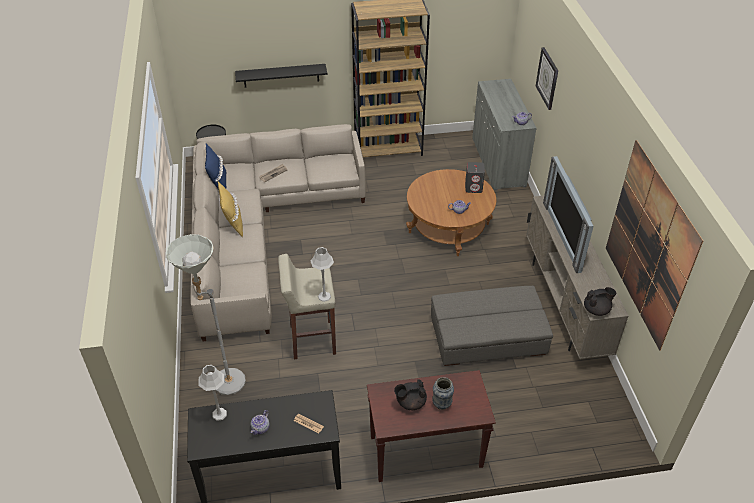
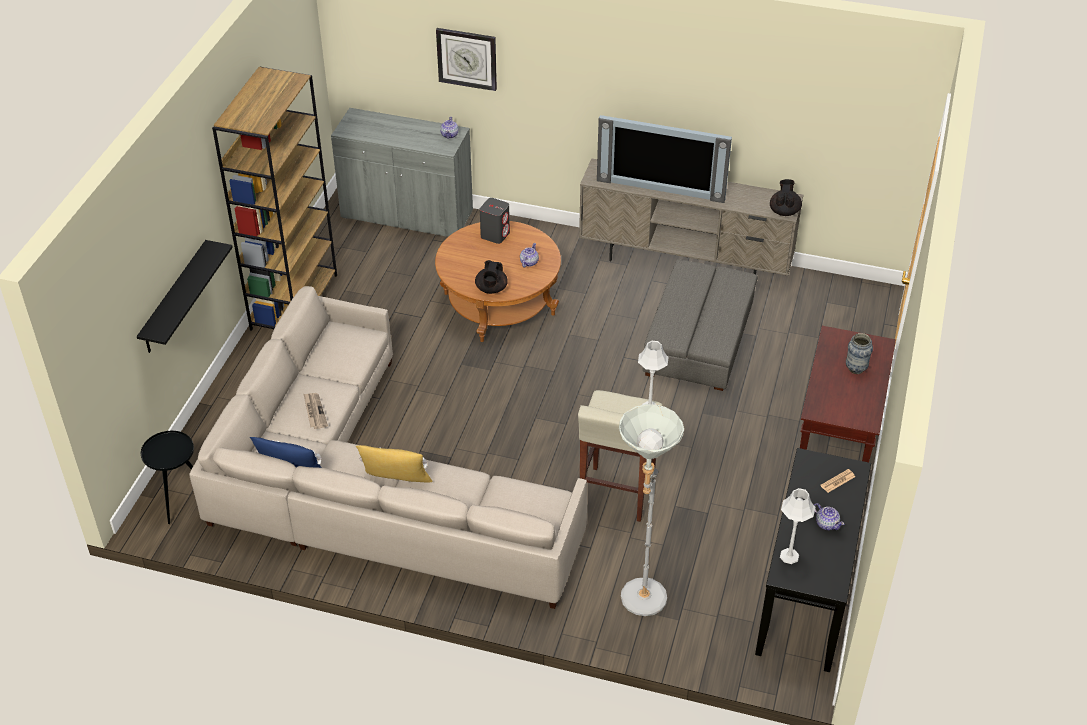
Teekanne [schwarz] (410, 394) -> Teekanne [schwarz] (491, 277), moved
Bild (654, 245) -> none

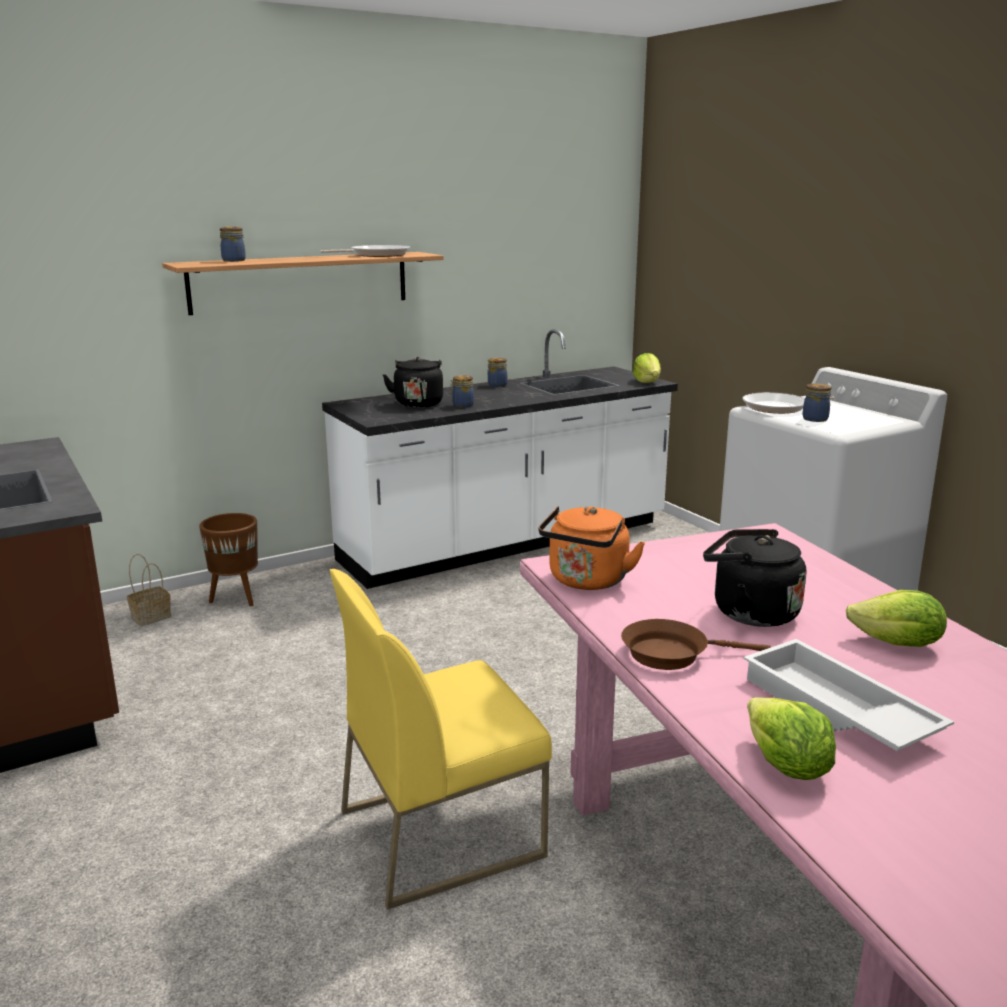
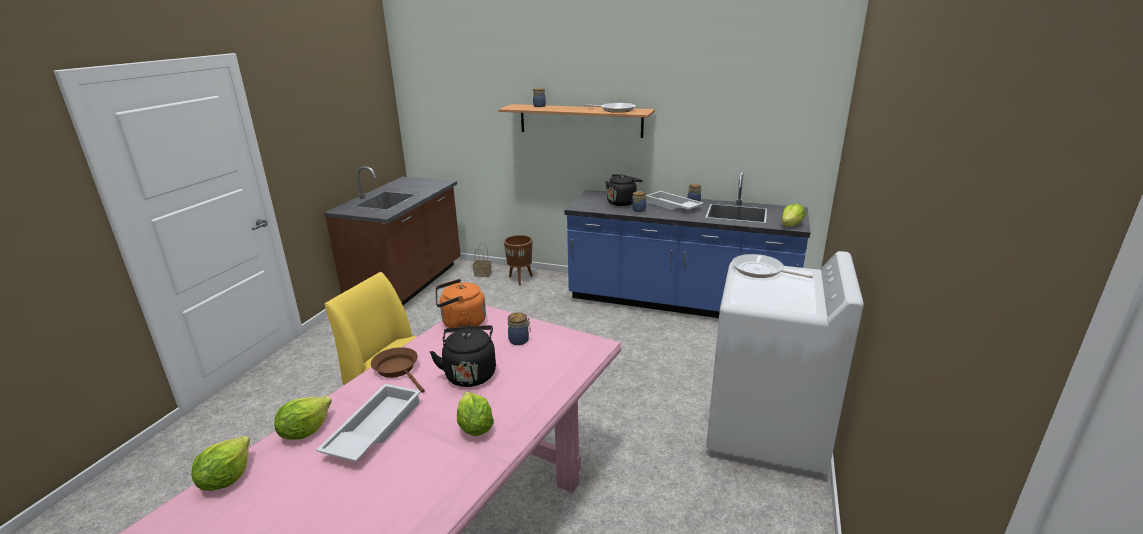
none -> Salatkopf (220, 463)
Vorratsglas (817, 402) -> Vorratsglas (519, 328), moved
Küchenzeile [weiß] (500, 459) -> Küchenzeile [blau] (687, 245)
none -> Tablett [weiß] (674, 200)

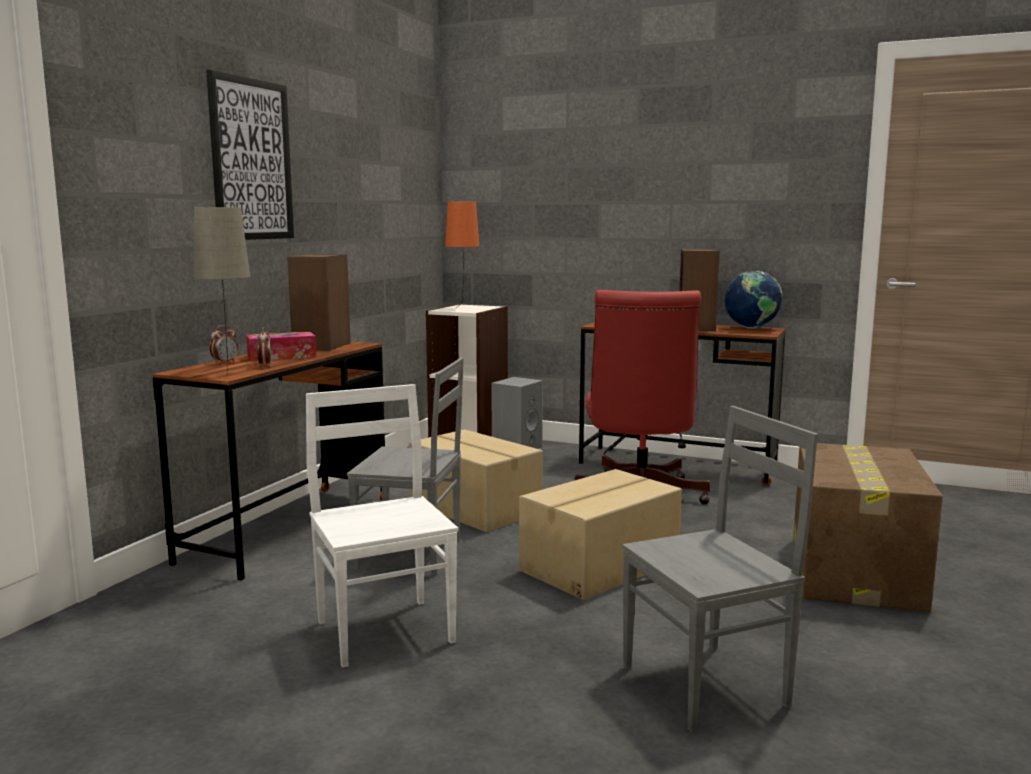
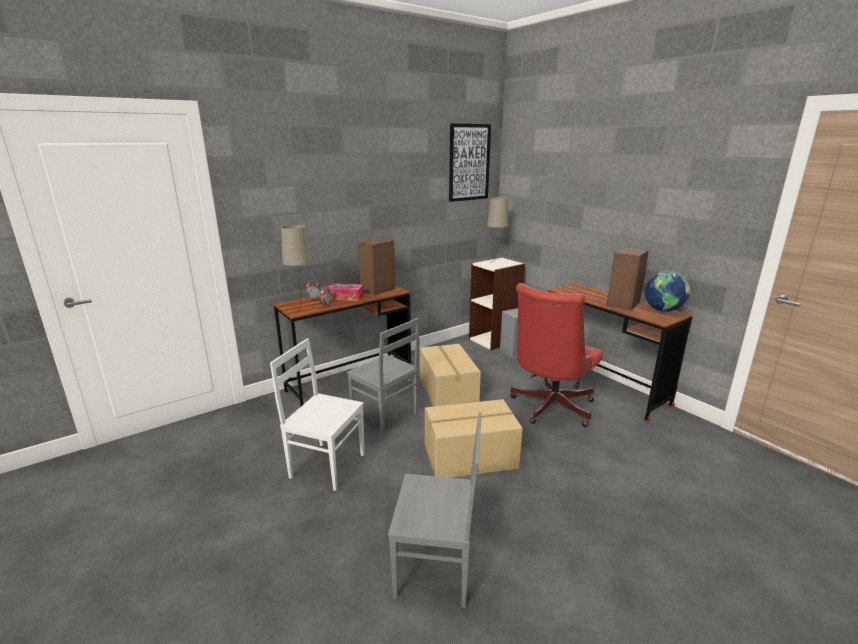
Stuhl [weiß] (382, 526) -> Stuhl [weiß] (317, 414), 75 degrees counterclockwise
Bild (250, 155) -> Bild (470, 162), moved
Tischlampe [orange] (462, 255) -> Tischlampe [beige] (497, 229)
Karton (868, 527) -> none

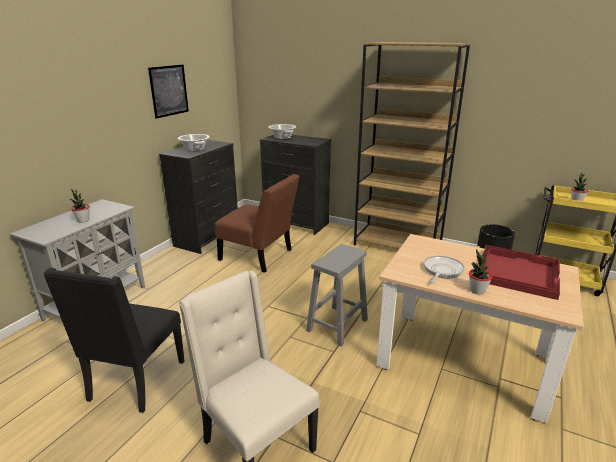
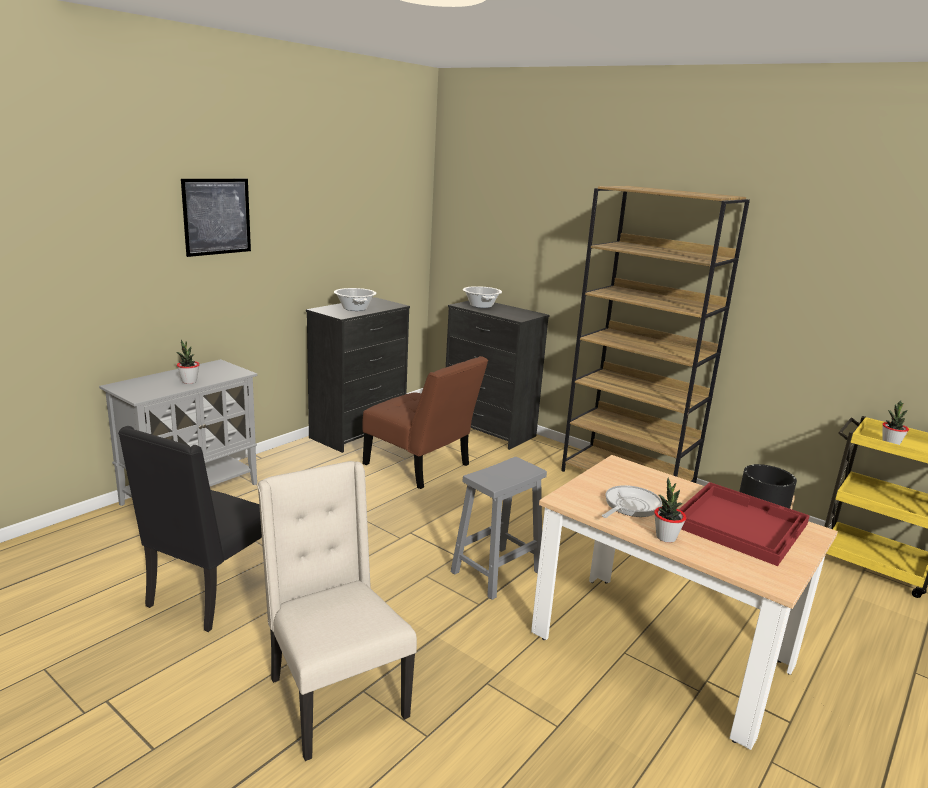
Bild (168, 91) -> Bild (216, 218), moved

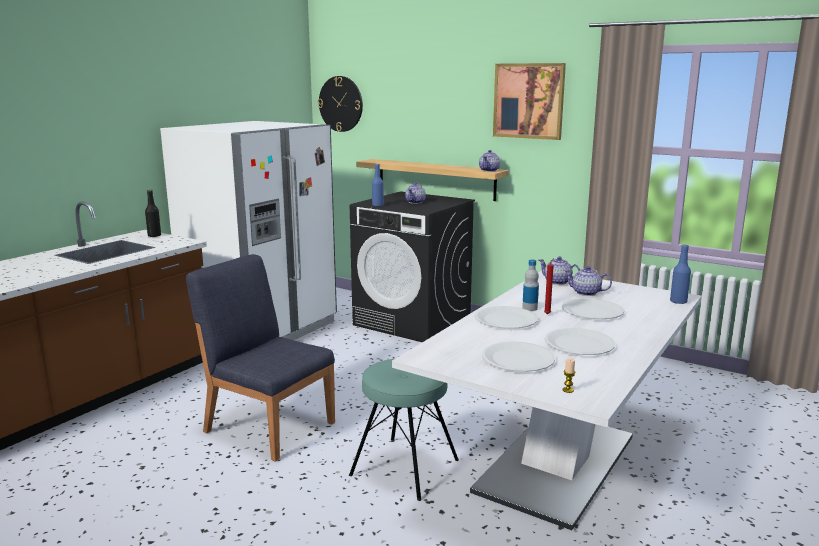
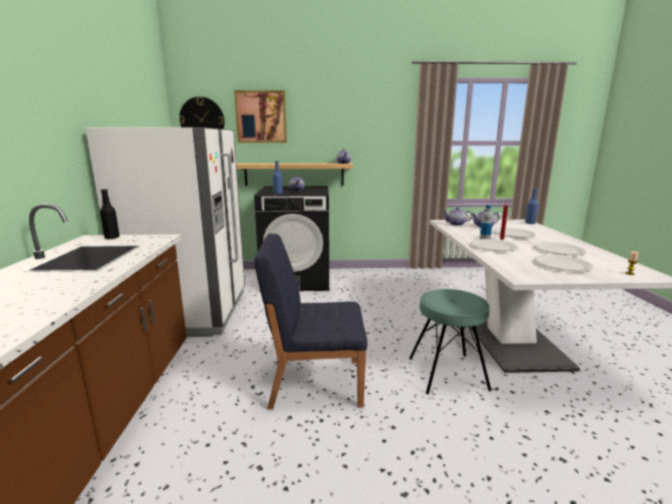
Bild (529, 101) -> Bild (260, 116), moved

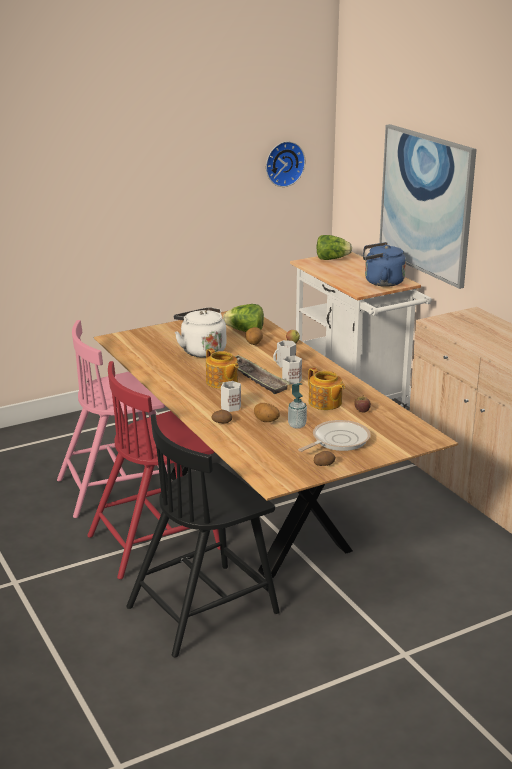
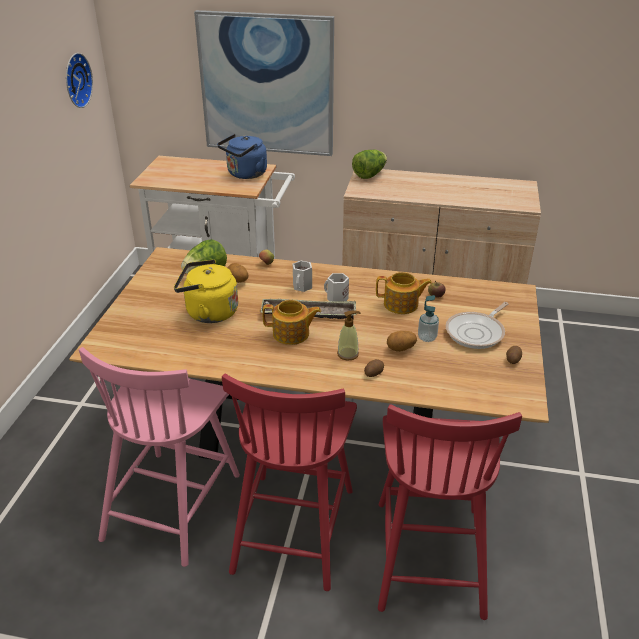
Wasserkessel [weiß] (200, 332) -> Wasserkessel [gelb] (206, 291)
Henkelbecher [weiß] (231, 396) -> Seifenspender (349, 335)
Salatkopf (334, 247) -> Salatkopf (369, 164), moved
Stuhl [schwarz] (203, 535) -> Stuhl [rot] (450, 512)
Pfanne (334, 436) -> Pfanne (477, 325), 135 degrees counterclockwise

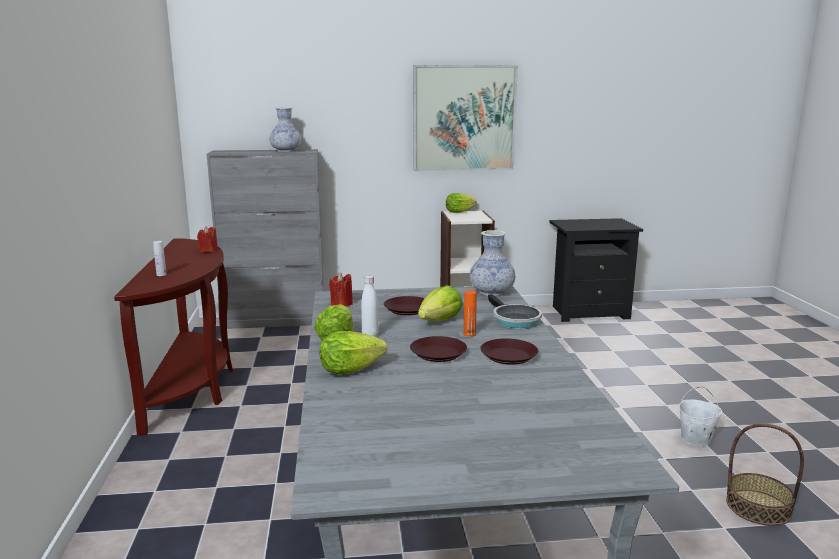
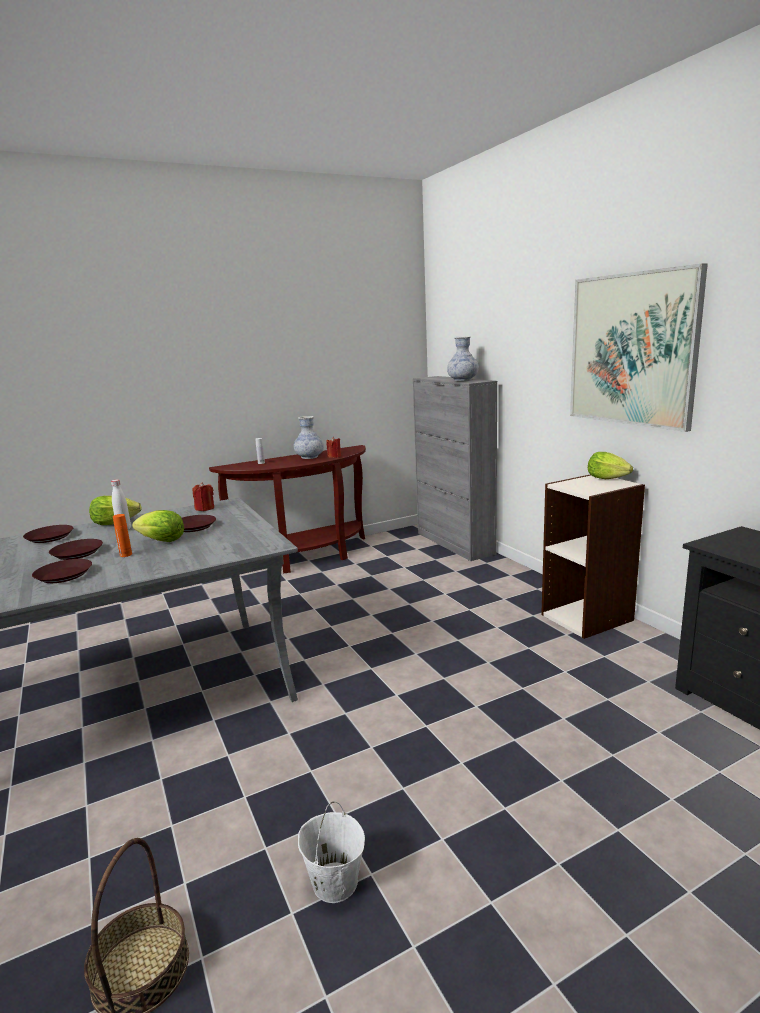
Salatkopf (353, 353) -> Teller [braun] (48, 534)
Vase (492, 263) -> Vase (309, 437), moved
Pfanne (515, 311) -> none

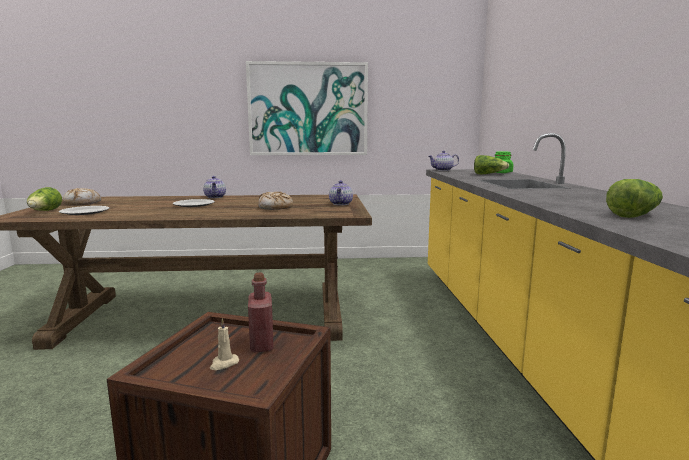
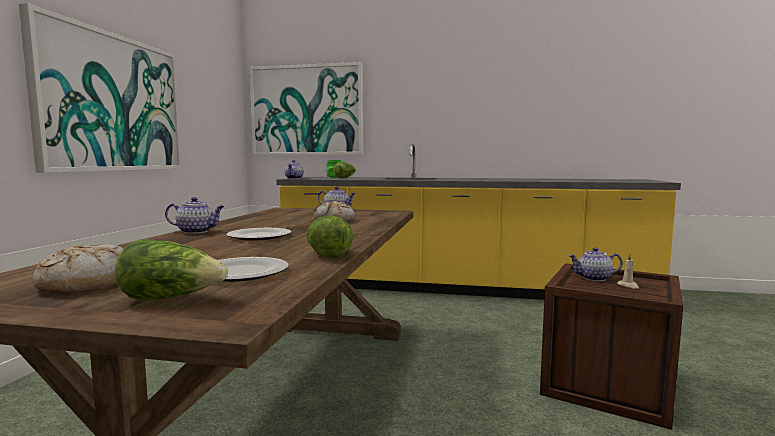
none -> Bild (306, 108)
Salatkopf (634, 198) -> Salatkopf (330, 237), moved
Flasche [rot] (261, 312) -> Teekanne (595, 264)

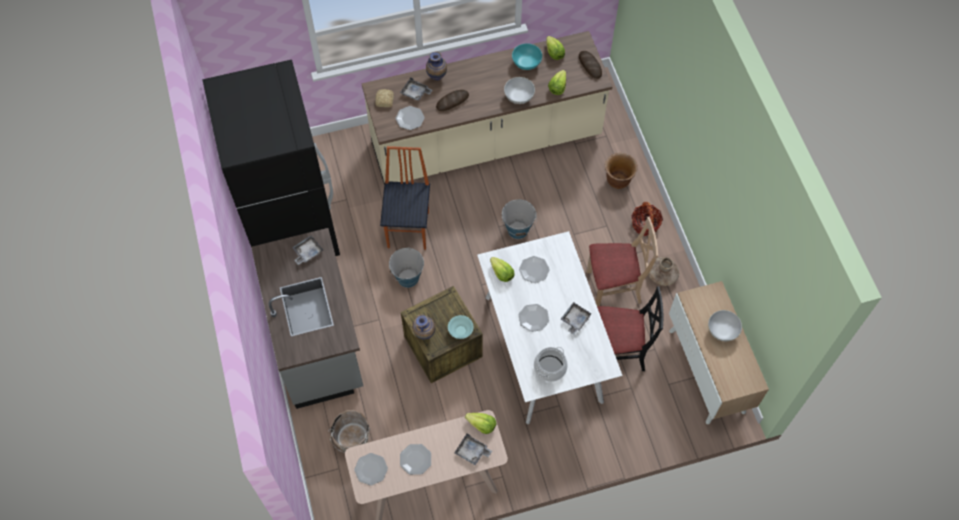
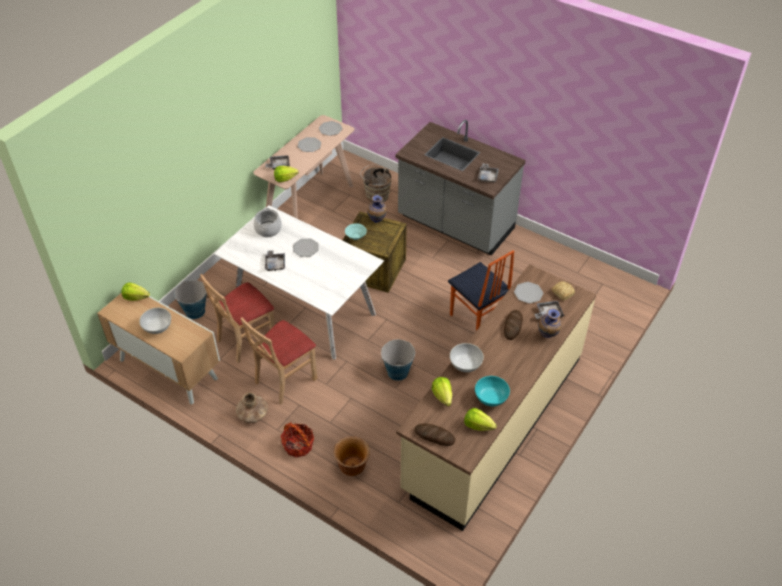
Salatkopf (502, 269) -> Salatkopf (135, 292), moved
Eimer (406, 267) -> Eimer (191, 299), moved
Stuhl [schwarz] (630, 328) -> Stuhl [beige] (237, 318)
Kühlschrank [schwarz] (271, 158) -> none
Teller (534, 269) -> none

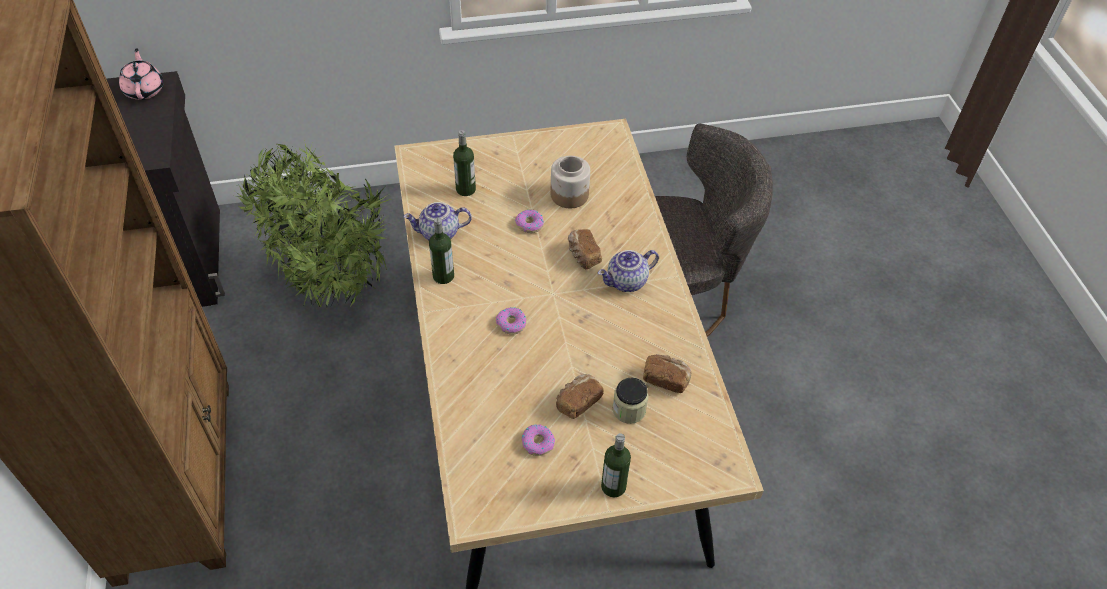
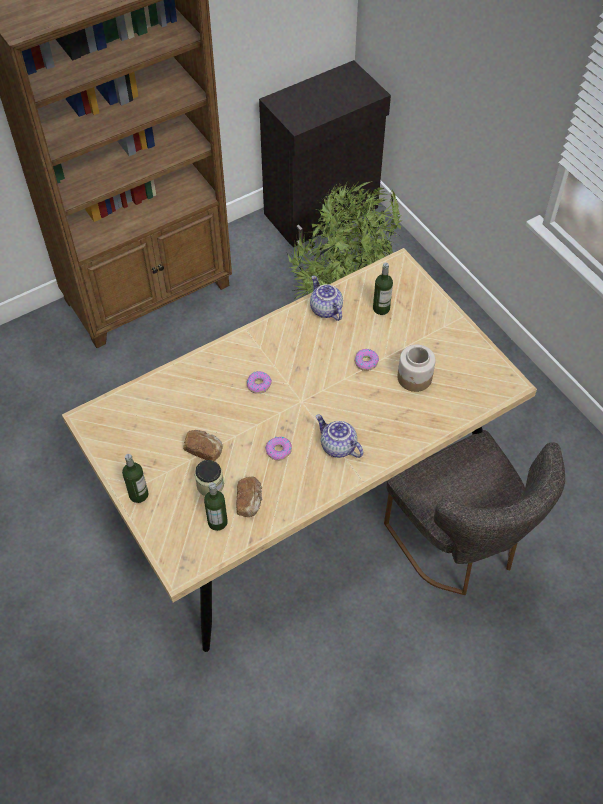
Flasche (441, 251) -> Flasche (216, 506), moved
Donut (538, 440) -> Donut (278, 449), moved
Teekanne [rosa] (141, 74) -> none
Brot (585, 249) -> none

